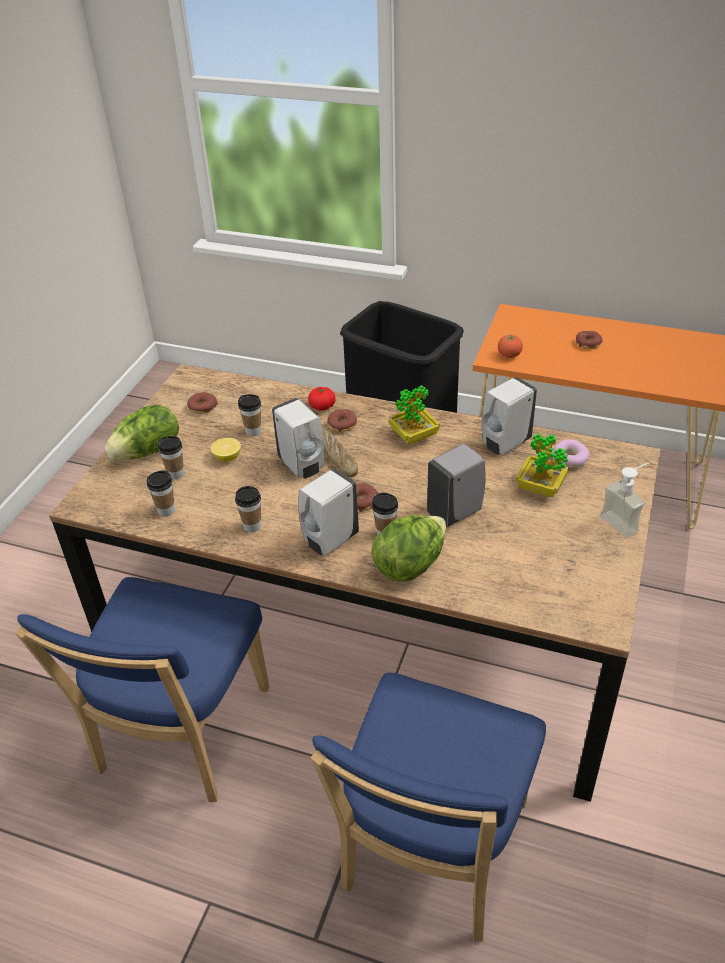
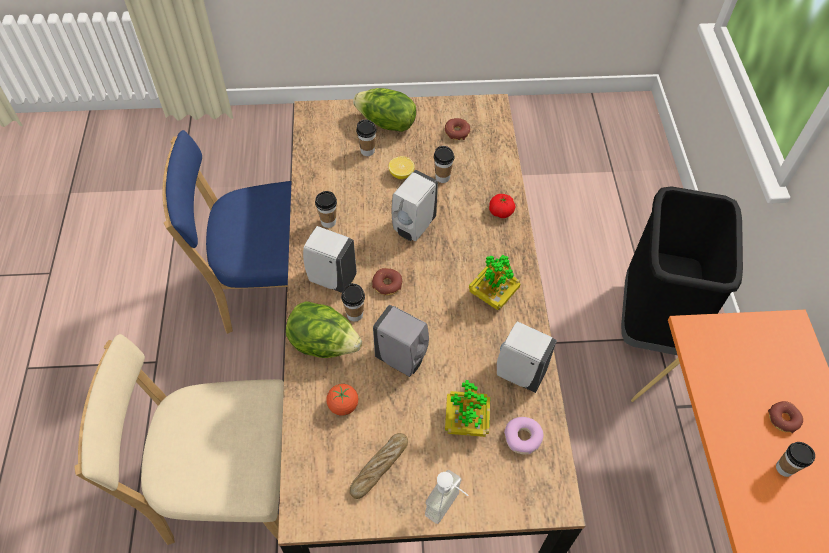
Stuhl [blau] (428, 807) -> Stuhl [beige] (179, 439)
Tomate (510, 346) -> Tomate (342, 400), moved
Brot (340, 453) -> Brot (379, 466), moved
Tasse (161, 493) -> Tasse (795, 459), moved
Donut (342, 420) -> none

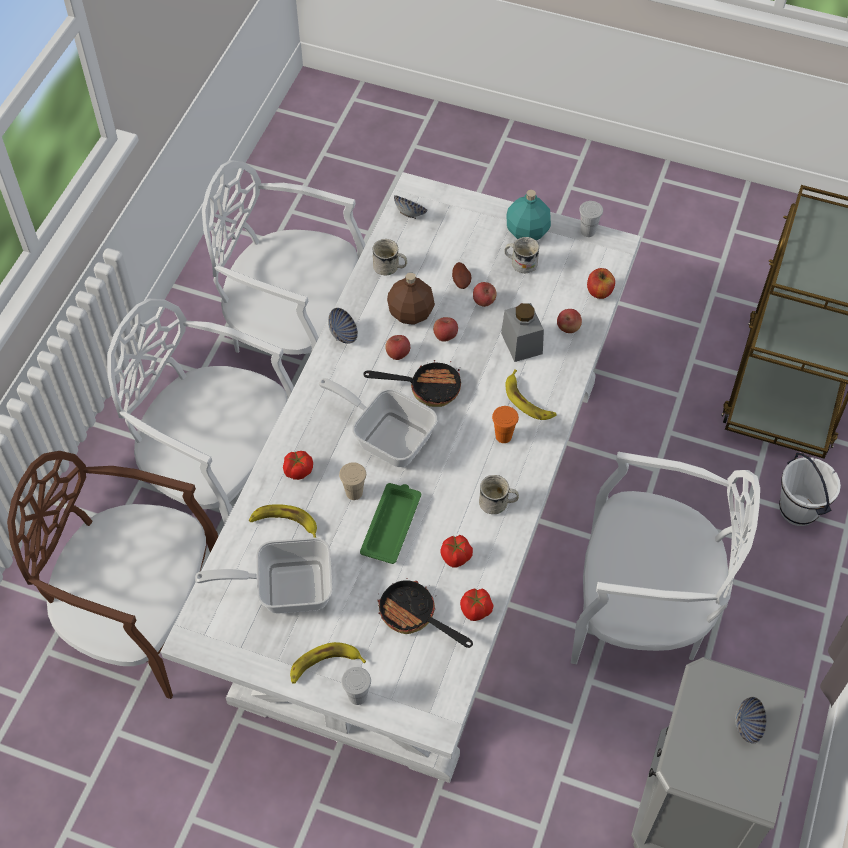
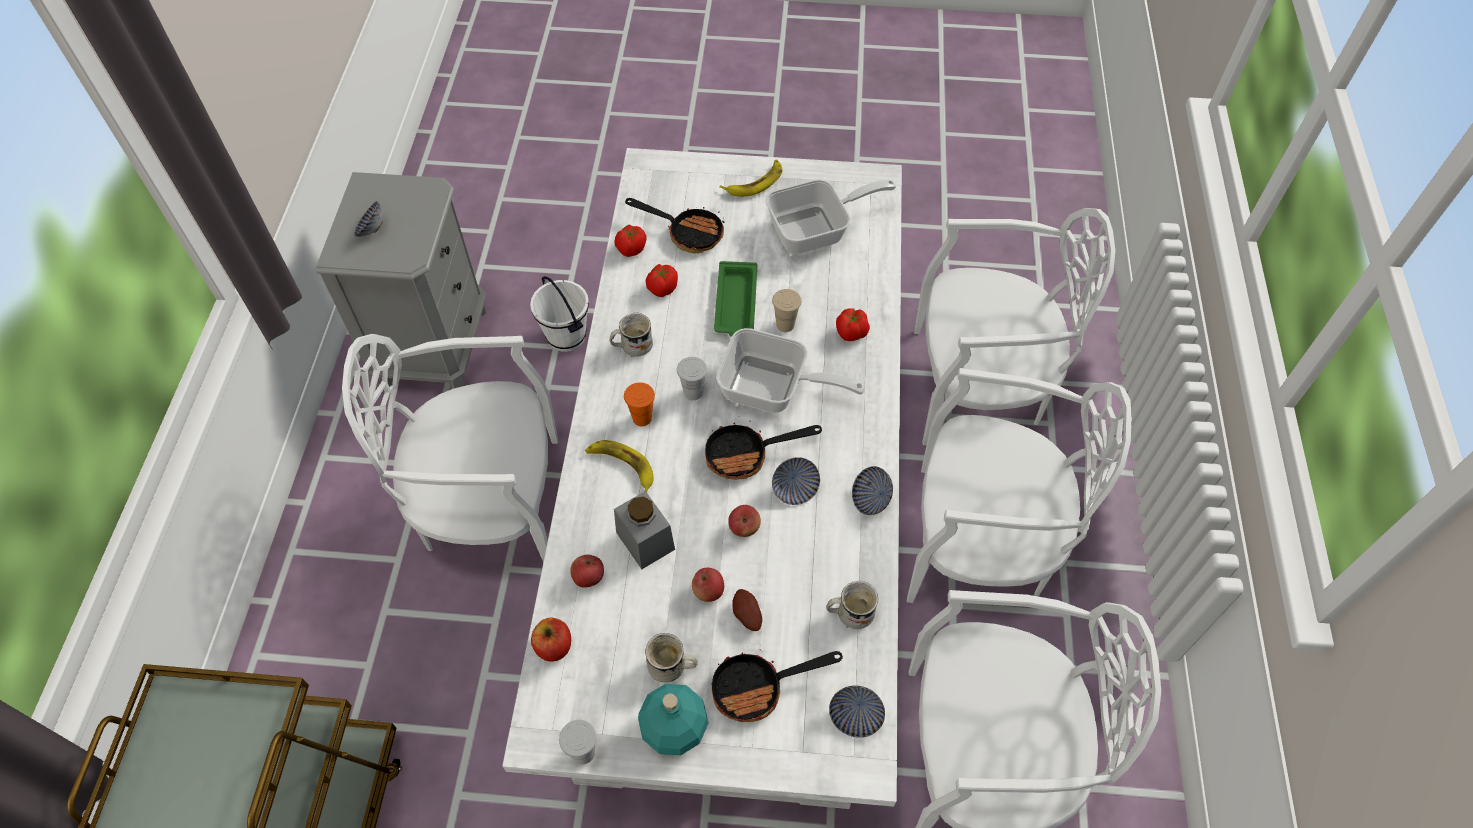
Eimer [weiß] (810, 489) -> Eimer [weiß] (559, 314), moved
Tasse [weiß] (356, 686) -> Tasse [weiß] (692, 378), moved
none -> Pfanne (777, 685)
Apfel (397, 347) -> Schüssel (796, 481)
Stuhl [braun] (112, 575) -> Stuhl [weiß] (1014, 326)
Banane (283, 521) -> none
Flasche [braun] (411, 298) -> none

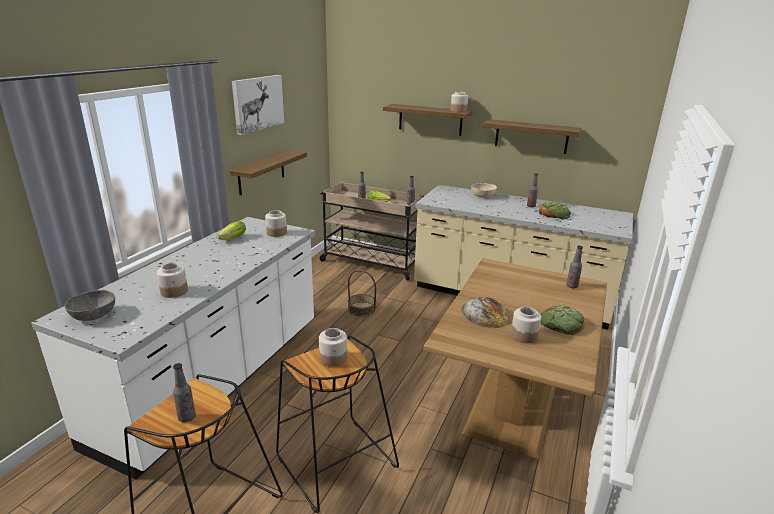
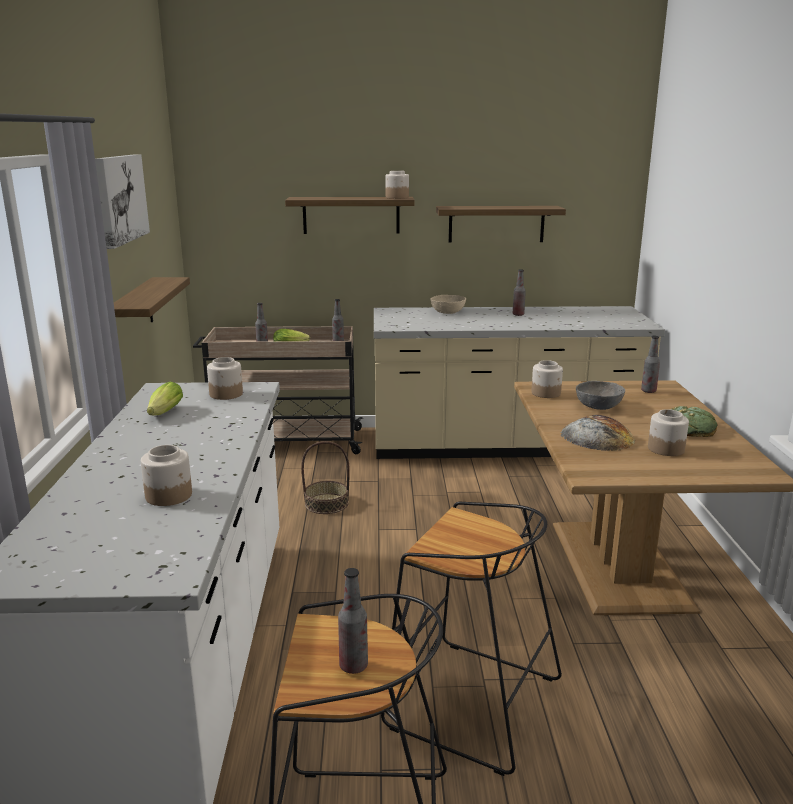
Vorratsglas (333, 347) -> Vorratsglas (547, 379), moved
Schüssel [grau] (89, 305) -> Schüssel [grau] (600, 395), moved
Brot (555, 211) -> none

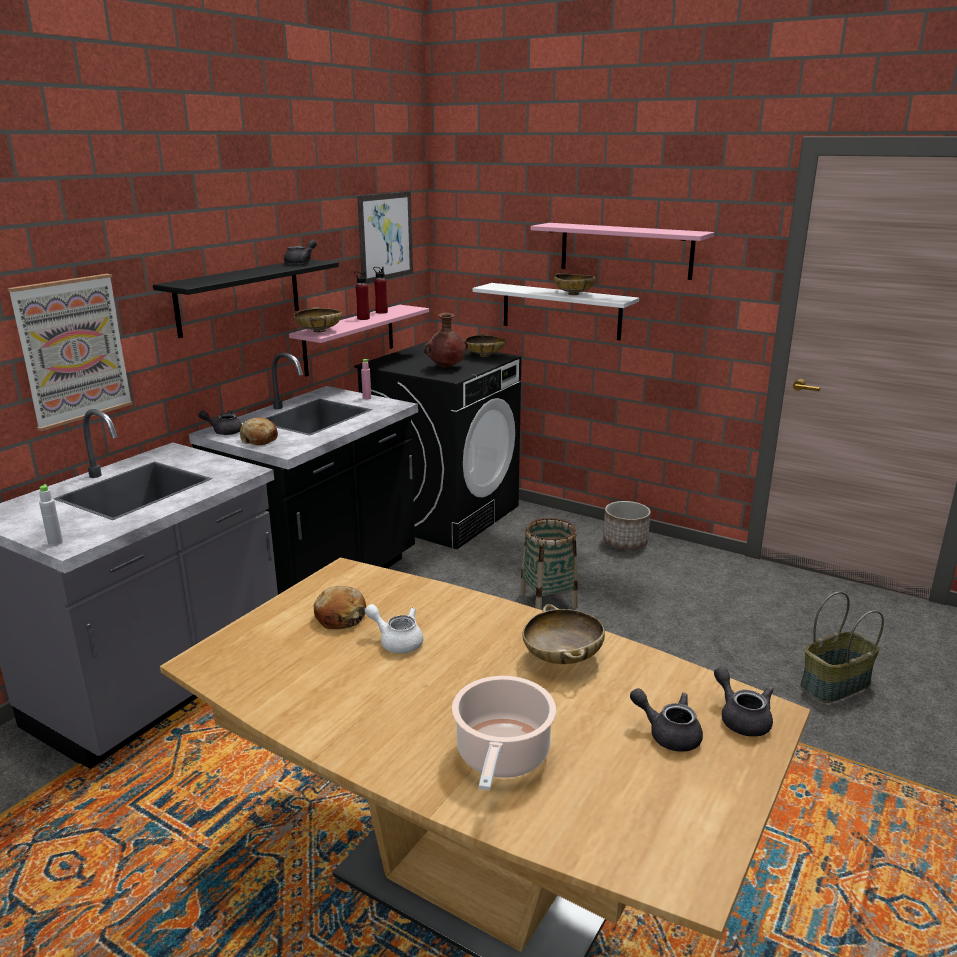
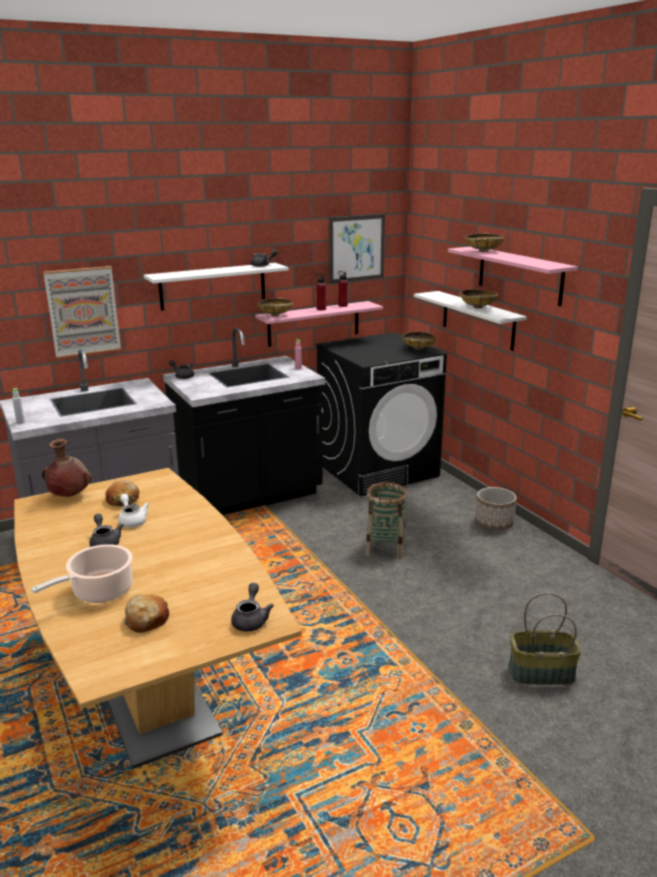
Vase [braun] (446, 340) -> Vase [braun] (67, 468), moved
Teekanne [grau] (666, 720) -> Teekanne [grau] (106, 530), moved
Brot (259, 431) -> Brot (146, 613), moved
Wandregal [schwarz] (246, 298) -> Wandregal [weiß] (216, 287)
Schüssel [beige] (563, 634) -> Schüssel [beige] (484, 242), moved

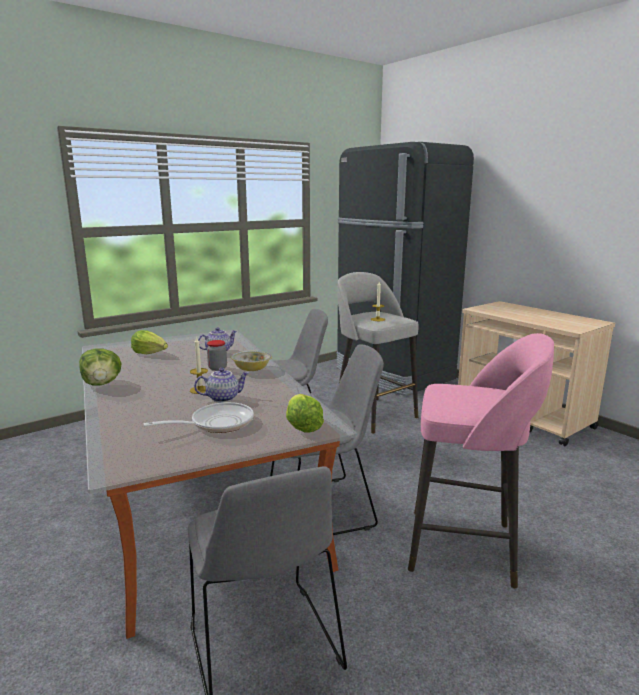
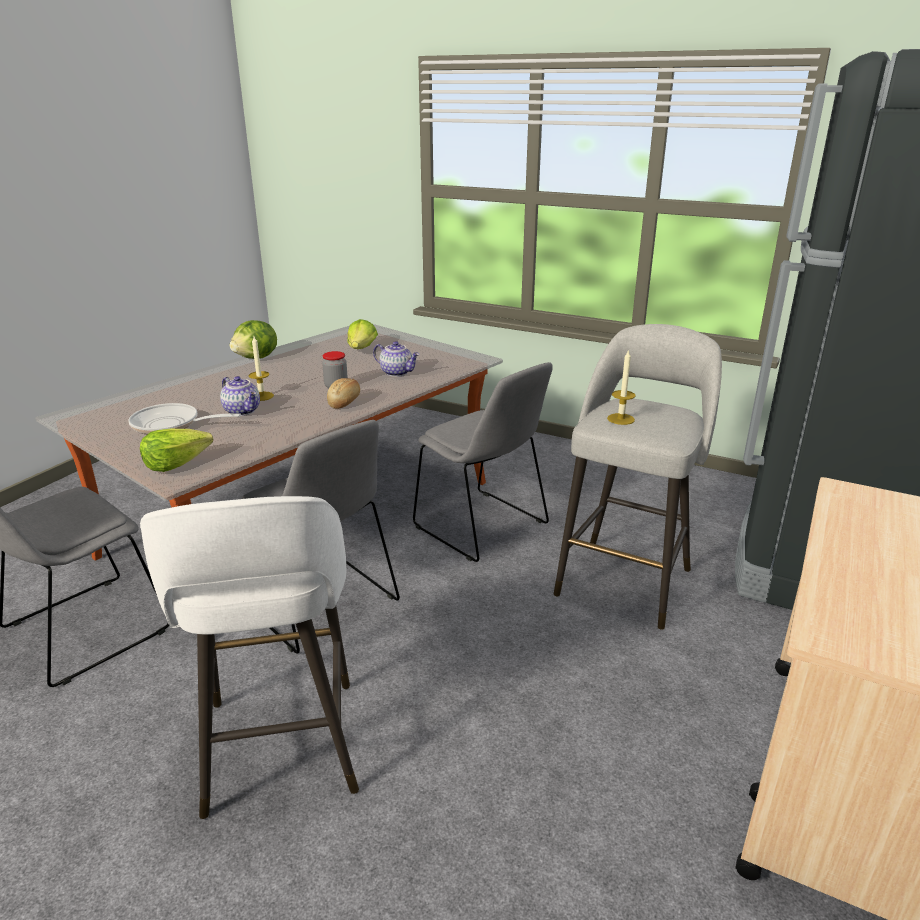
Pfanne (199, 417) -> Pfanne (184, 418), 150 degrees clockwise
Hocker [rosa] (481, 461) -> Hocker [weiß] (249, 657)
Schüssel (251, 361) -> Brot (343, 393)

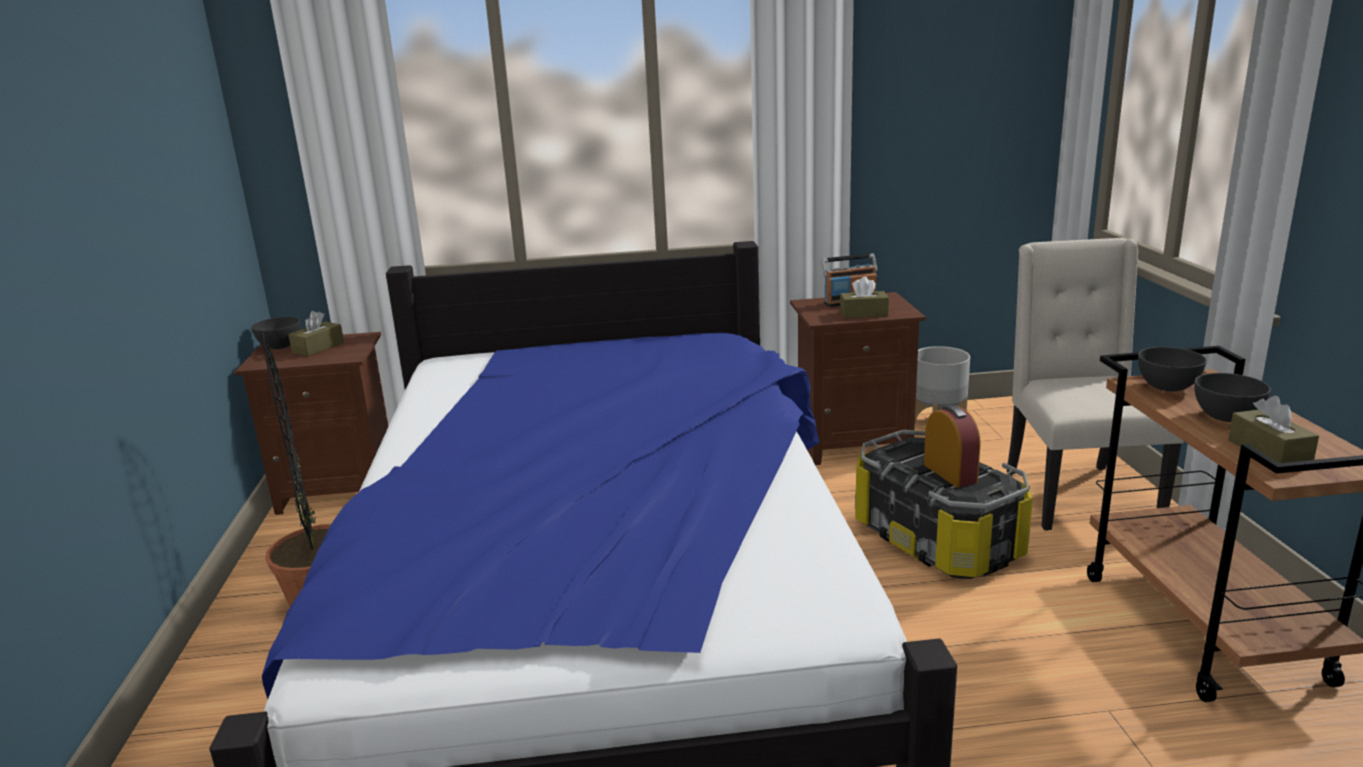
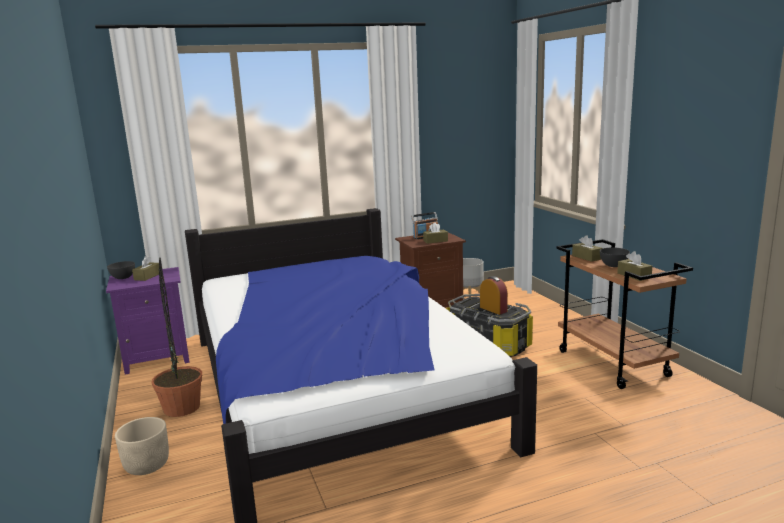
Nachttisch [braun] (312, 423) -> Nachttisch [lila] (148, 321)
none -> Pflanzkübel [beige] (142, 446)
Schüssel [grau] (1172, 369) -> Taschentuchbox [braun] (587, 248)
Stuhl [beige] (1095, 384) -> none

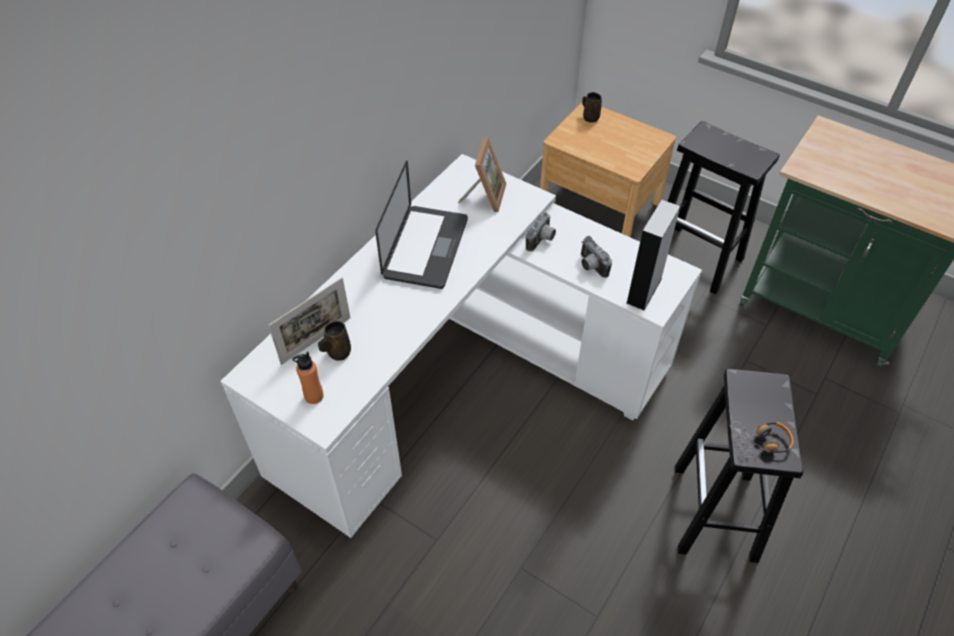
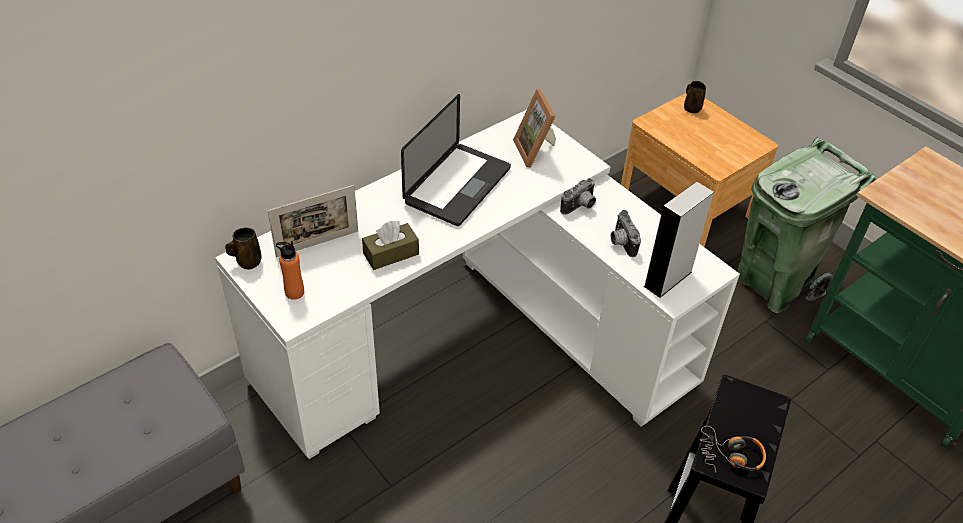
Henkelbecher [braun] (334, 341) -> Henkelbecher [braun] (243, 249), moved
none -> Taschentuchbox [braun] (390, 245)
Bilderrahmen (482, 174) -> Bilderrahmen (534, 128), 135 degrees clockwise
Hocker [schwarz] (723, 208) -> Mülleimer [grün] (806, 225)

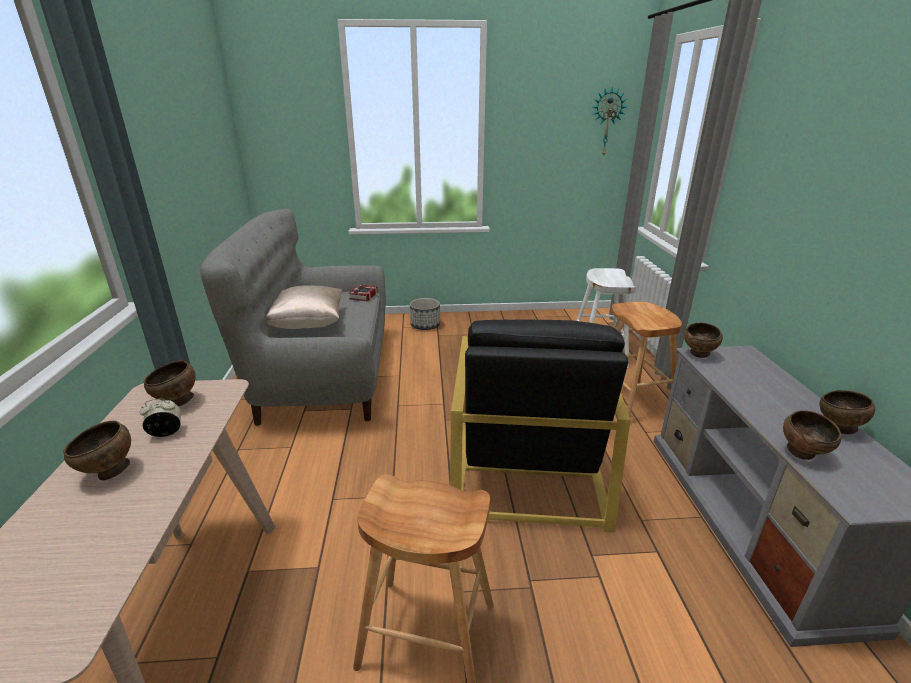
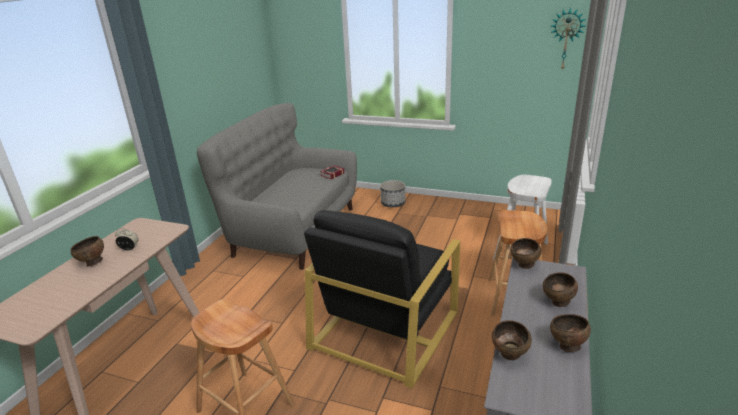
Schüssel [braun] (170, 383) -> Schüssel [braun] (560, 289), moved
Kissen [beige] (304, 307) -> none

